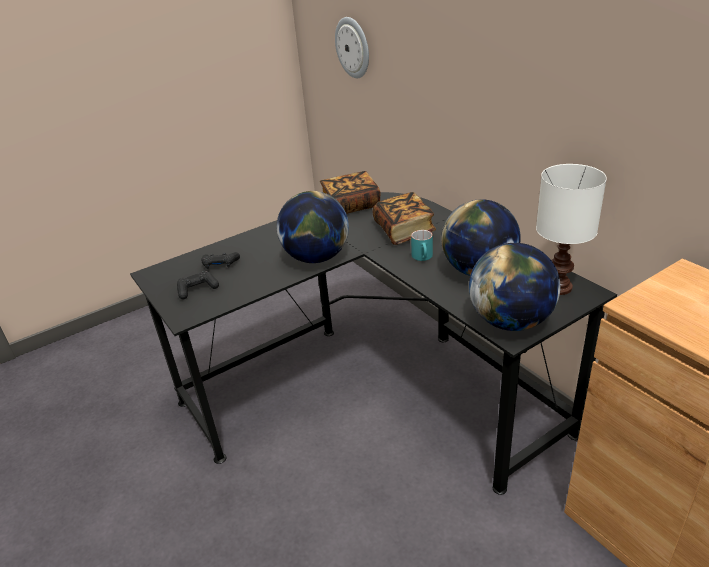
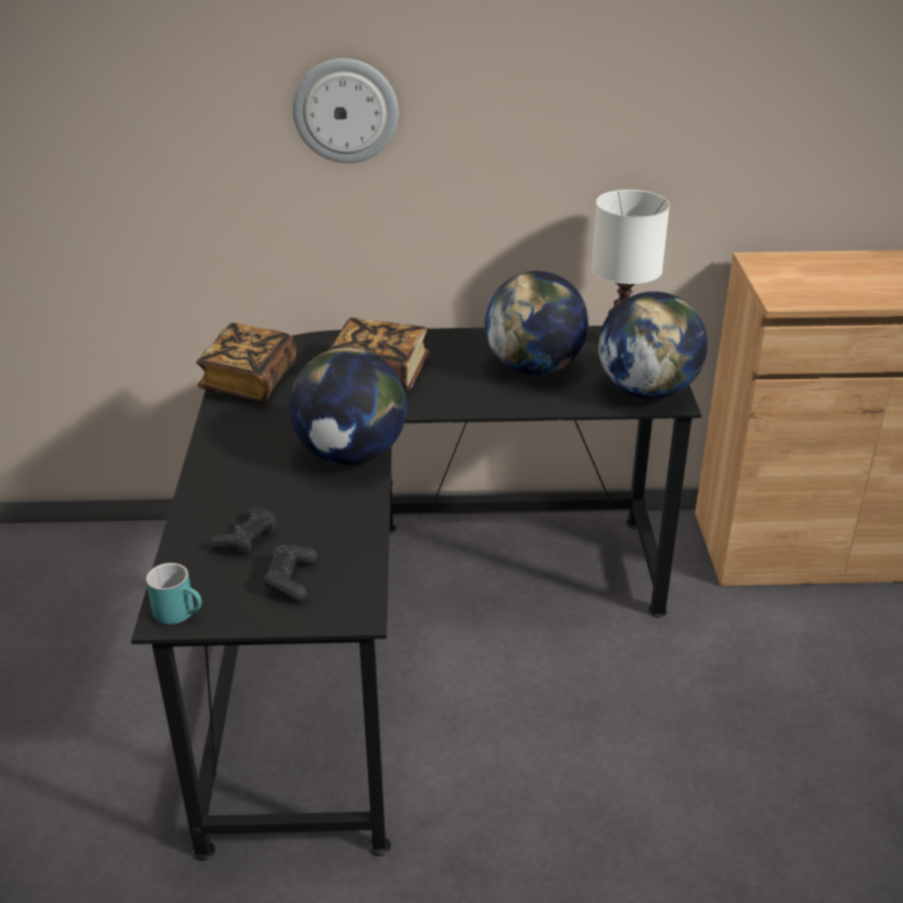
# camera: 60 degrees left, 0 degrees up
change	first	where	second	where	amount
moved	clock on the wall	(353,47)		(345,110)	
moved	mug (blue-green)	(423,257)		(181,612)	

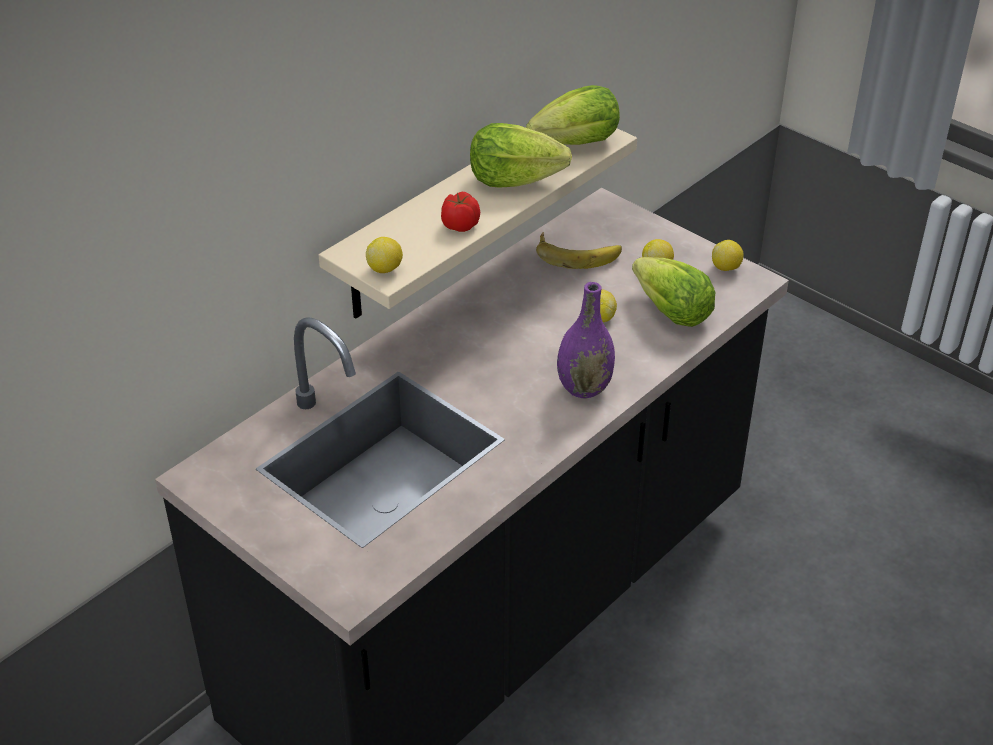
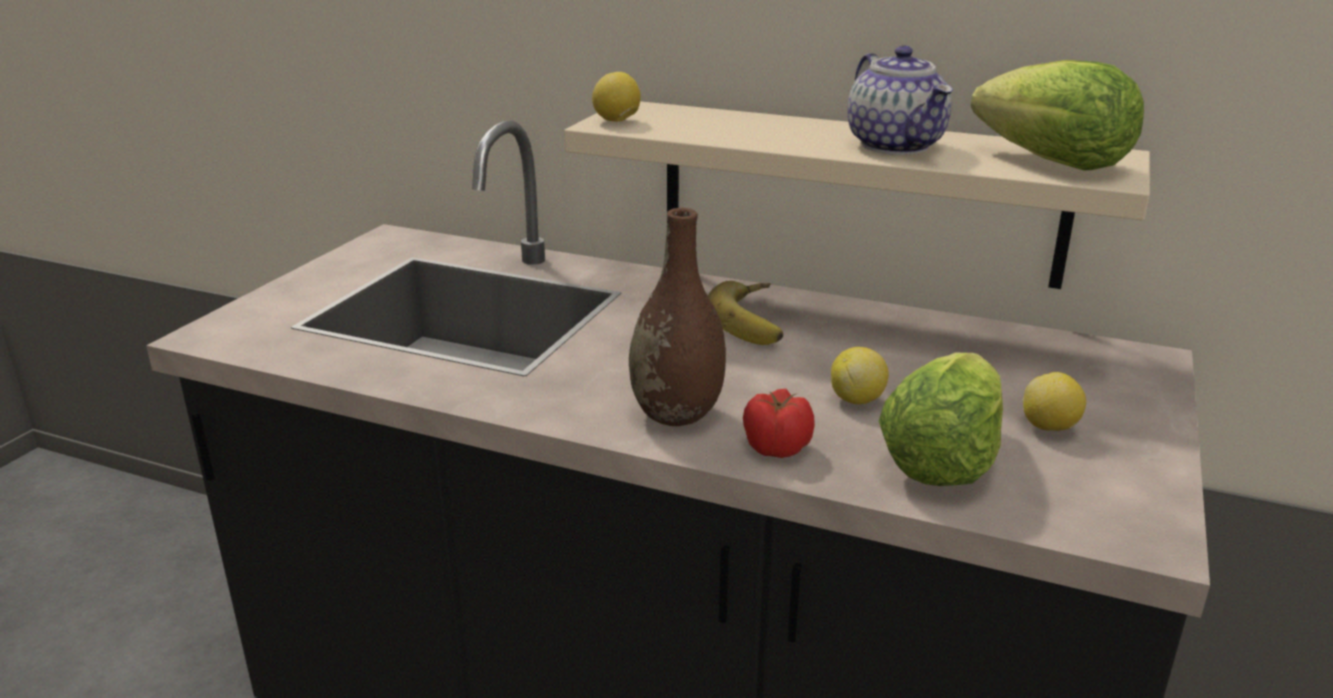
# camera: 70 degrees right, 15 degrees down
change	first	where	second	where	amount
removed	citrus fruit	(726,268)			
moved	whole tomato	(459,225)		(775,447)	
moved	banana fruit	(577,253)		(757,320)	
replaced	head of lettuce	(513,180)	pot for tea	(897,146)	
recoloured	vase (purplish)	(584,387)	vase (brown)	(677,414)	

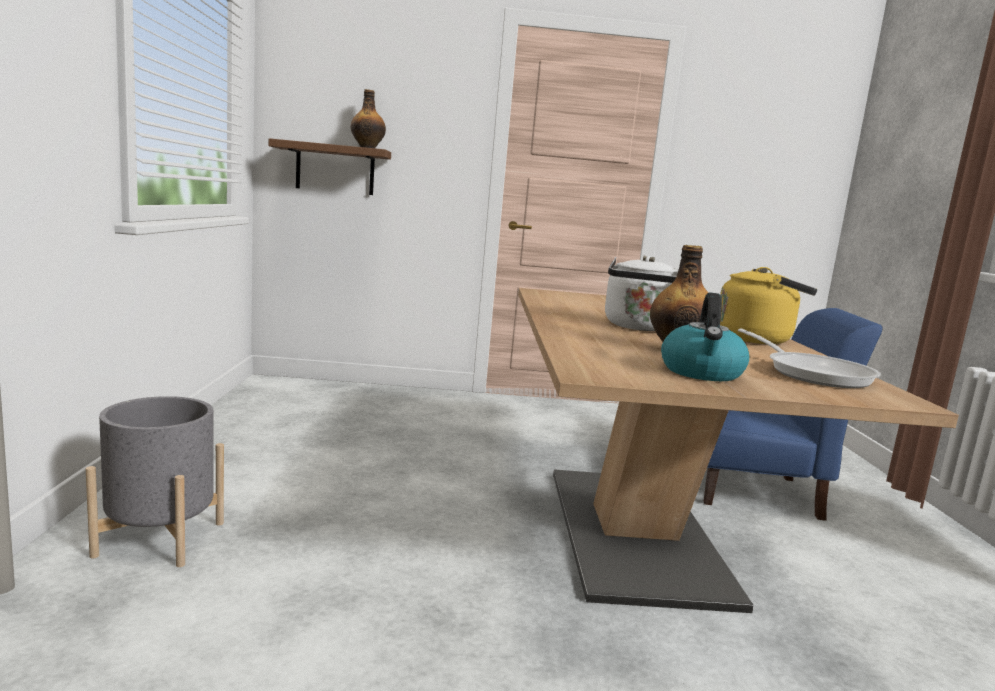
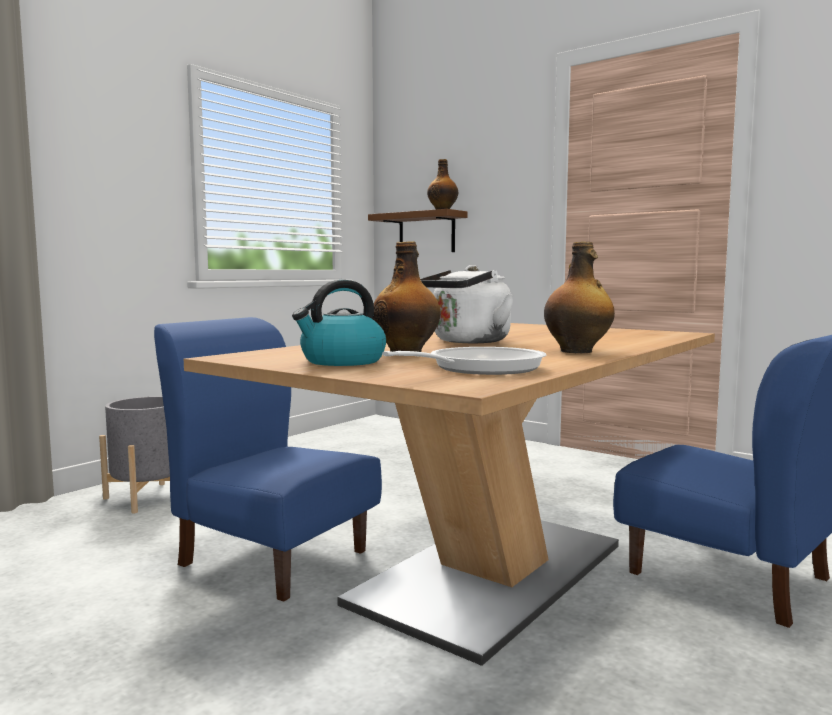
# camera: 40 degrees right, 5 degrees down
change	first	where	second	where	amount
added			plain chair (bluish)	(273,557)	
replaced	kettle (yellowish)	(757,339)	beverage bottle	(577,351)	
turned	frying pan	(812,373)		(478,368)	150 degrees counterclockwise

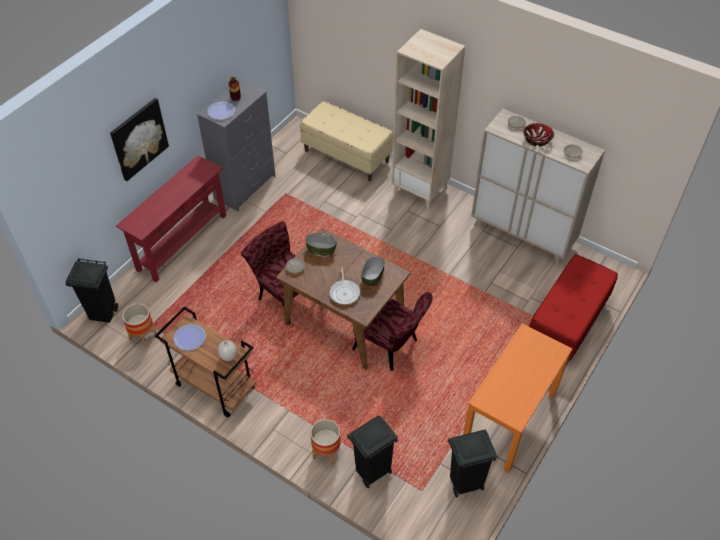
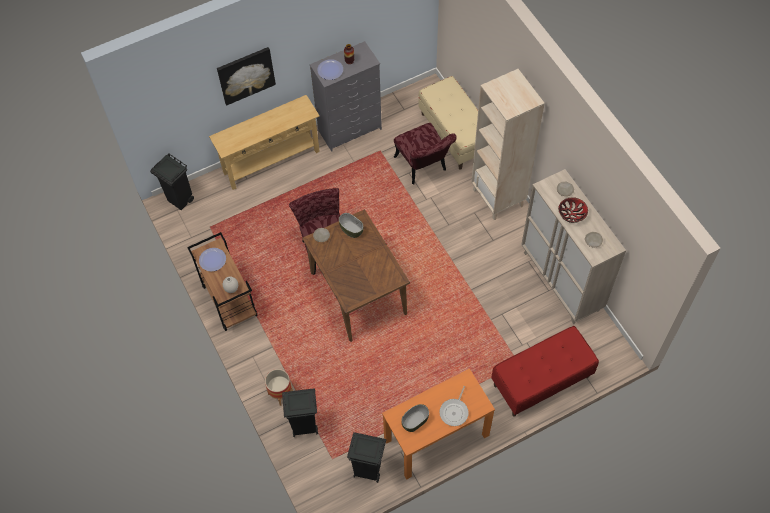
# camera: 30 degrees right, 10 degrees up
change	first	where	second	where	amount
removed	flower pot	(143,336)			
moved	frying pan	(344,292)		(454,411)	
moved	plain chair (red-coloured)	(391,347)		(423,167)	
moved	bowl	(372,277)		(415,421)	
recoloured	hall table (red-coloured)	(182,242)	hall table (beige-coloured)	(271,161)	

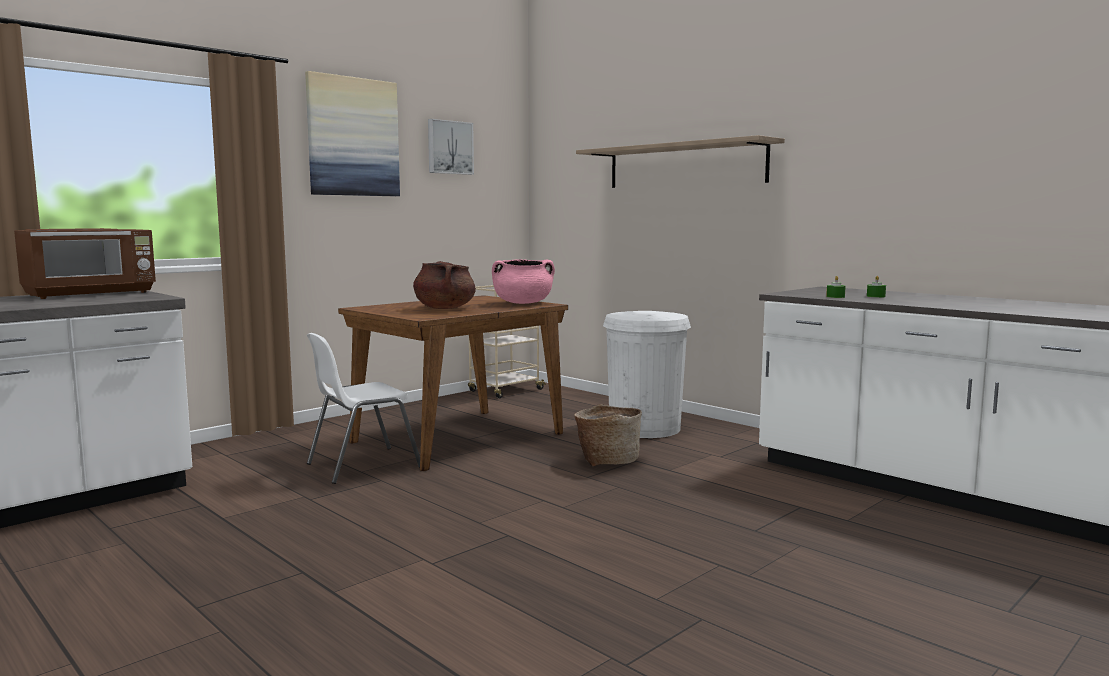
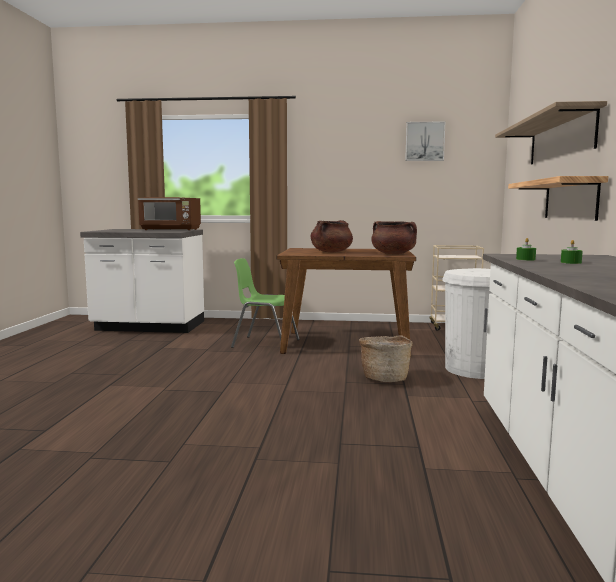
# camera: 50 degrees right, 0 degrees up
change	first	where	second	where	amount
removed	picture	(353,137)			
added			bracket shelf	(570,199)	
recoloured	plain chair (white)	(361,465)	plain chair (greenish)	(264,343)	
recoloured	saucepot (pink)	(523,303)	saucepot (brown)	(393,254)	

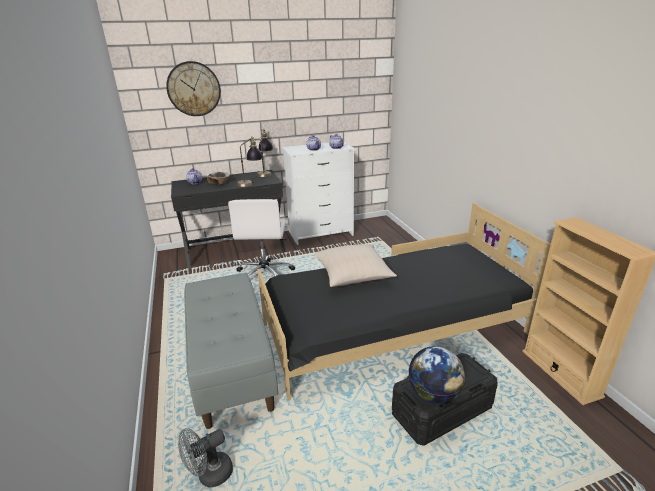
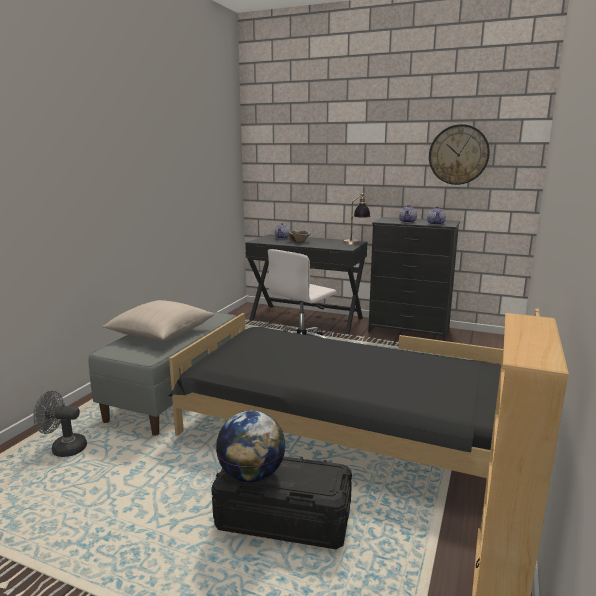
# camera: 40 degrees right, 10 degrees down
change	first	where	second	where	amount
removed	table lamp	(251,183)			
moved	clock on the wall	(194,89)		(458,155)	
moved	throw pillow (beige-coloured)	(353,275)		(161,334)	
recoloured	chest of drawers (white)	(321,233)	chest of drawers (black-coloured)	(409,330)	

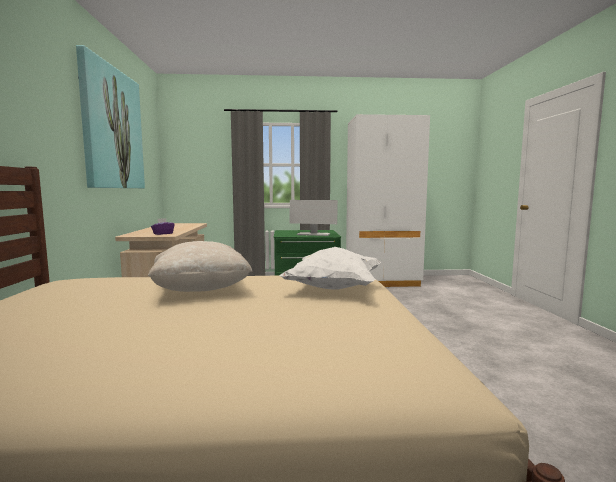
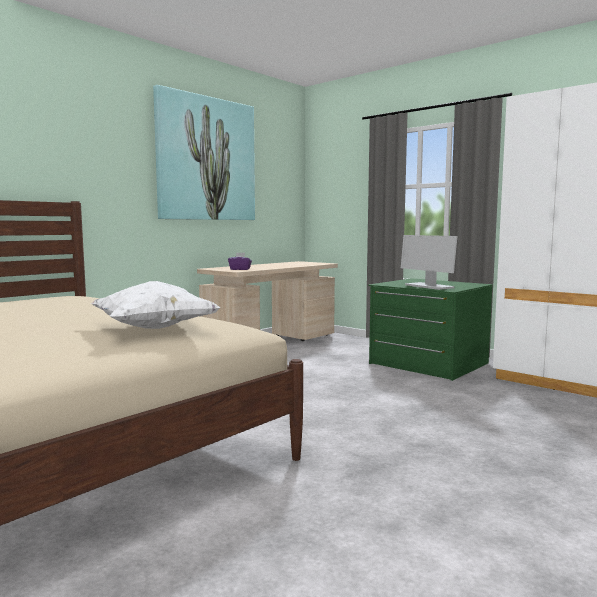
# camera: 45 degrees right, 0 degrees up
change	first	where	second	where	amount
removed	throw pillow (beige-coloured)	(200,290)			

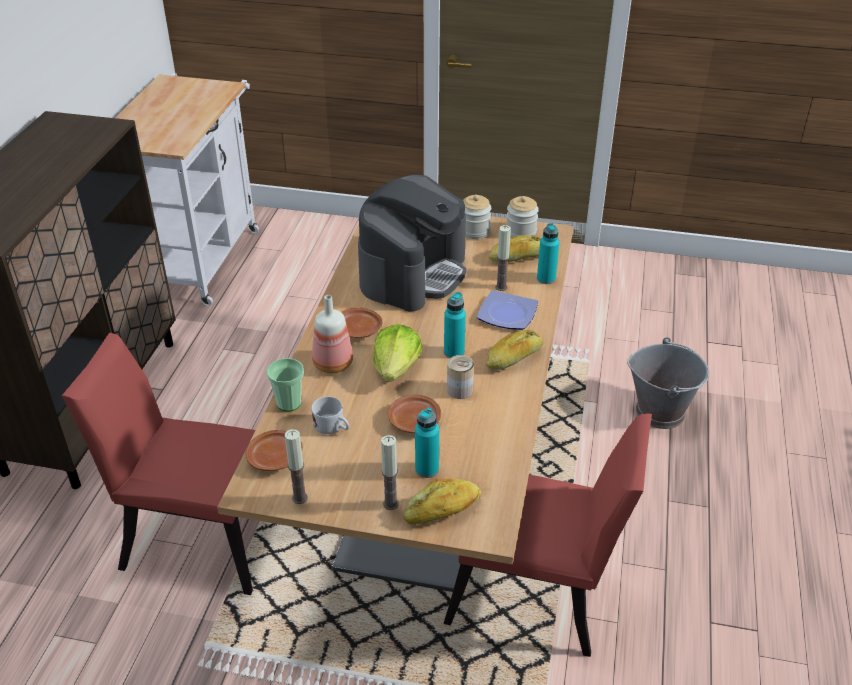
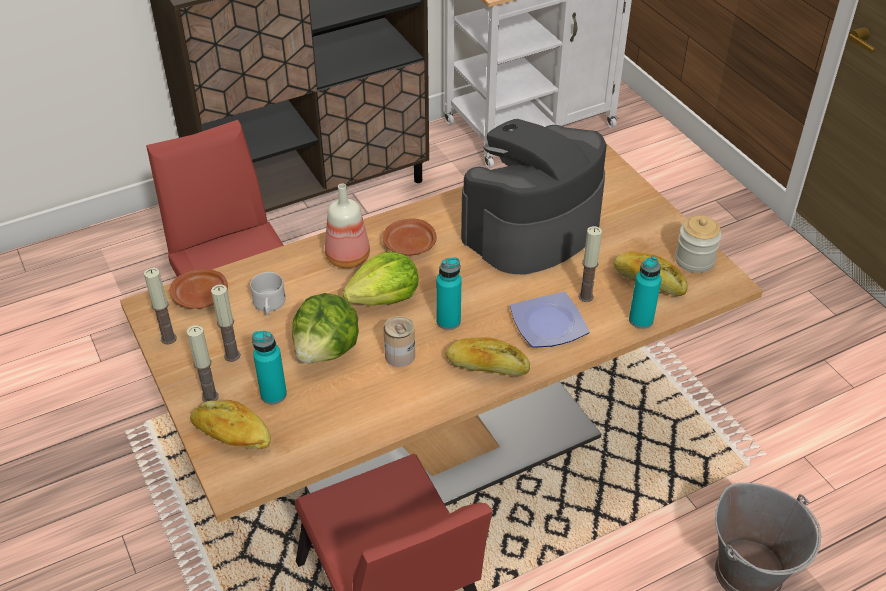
# camera: 50 degrees right, 5 degrees up
change	first	where	second	where	amount
removed	cup	(289,403)			
removed	storage jar	(474,231)			
added			wax light	(232,355)	
replaced	flat dish (brown)	(414,421)	head of lettuce	(327,350)	
turned	coffee brewer	(413,273)		(531,229)	150 degrees clockwise

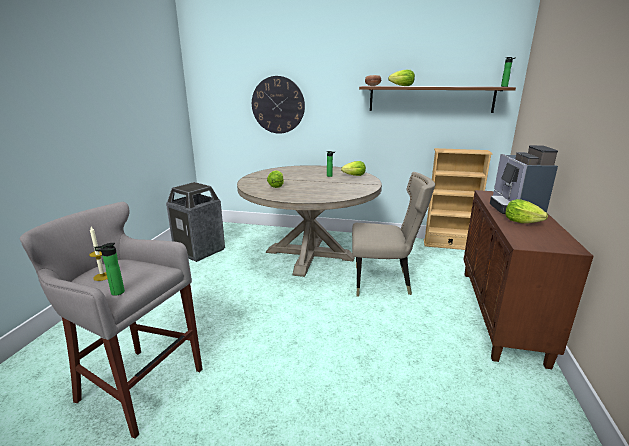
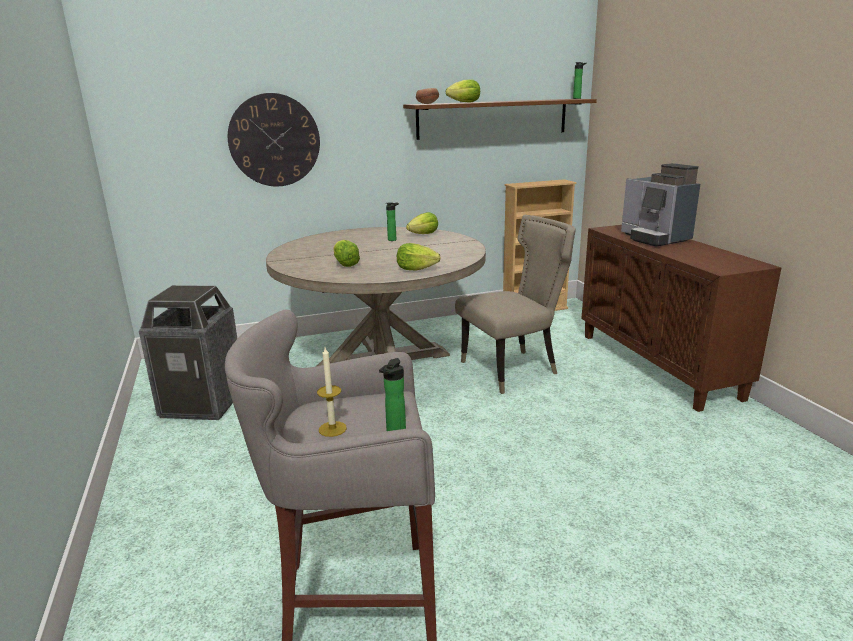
# camera: 30 degrees left, 0 degrees up
change	first	where	second	where	amount
moved	head of lettuce	(521,222)		(416,269)	

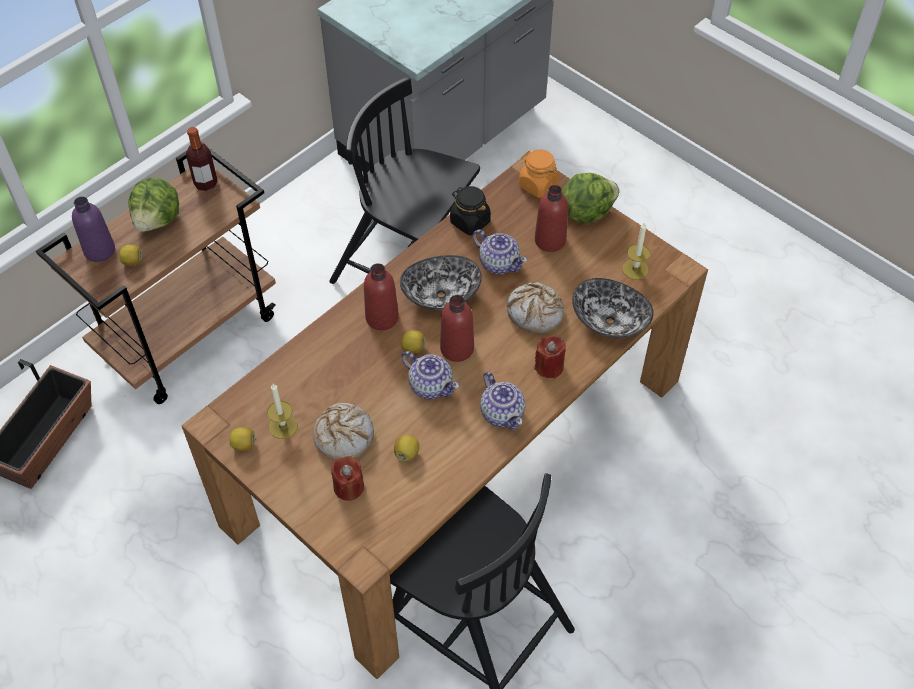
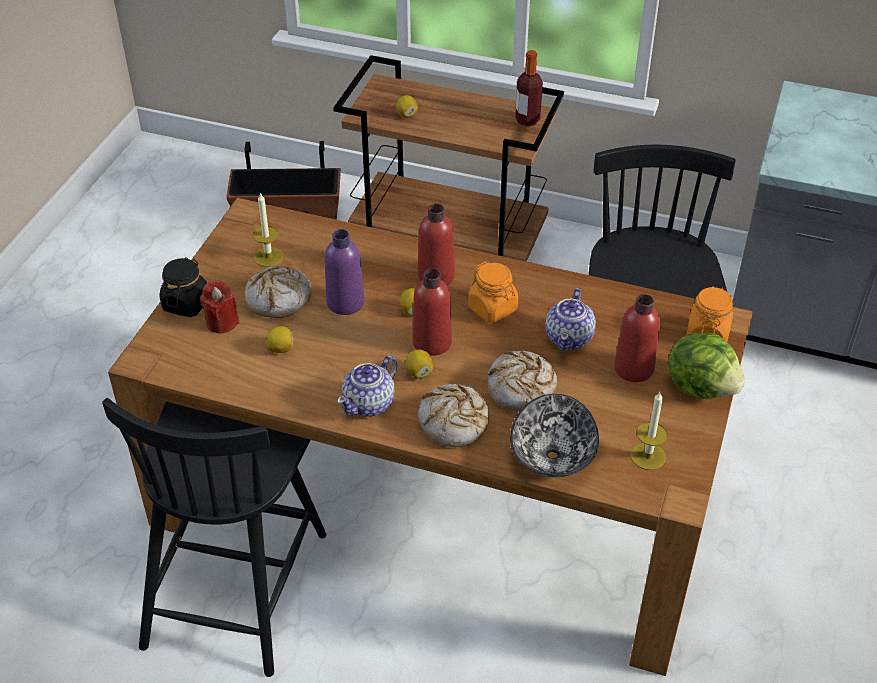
# camera: 65 degrees right, 10 degrees down
change	first	where	second	where	amount
removed	head of lettuce	(158,220)			
removed	pot for tea	(430,385)			
moved	beverage bottle (purplish)	(99,250)		(345,302)	
moved	citrus fruit	(244,445)		(419,373)	
moved	storage jar (black-coloured)	(470,222)		(186,303)	
replaced	bowl	(441,296)	storage jar (orangey)	(493,308)	
replaced	wax light (red-coloured)	(549,366)	bakery bread	(454,422)	

